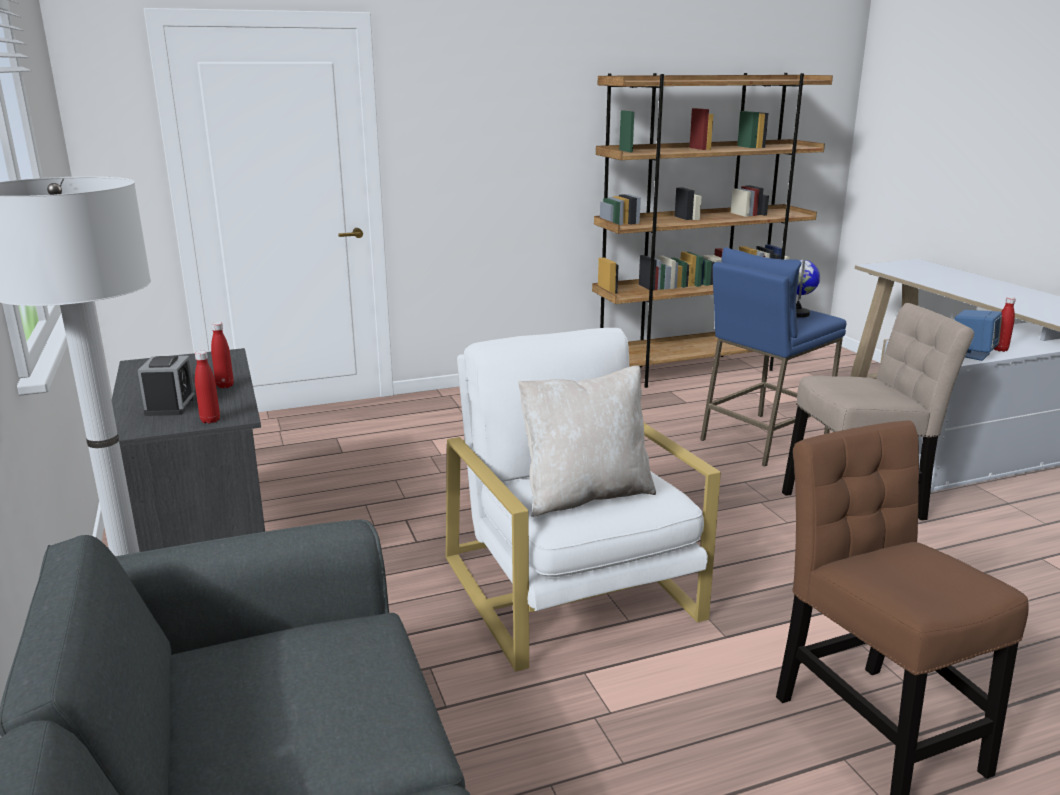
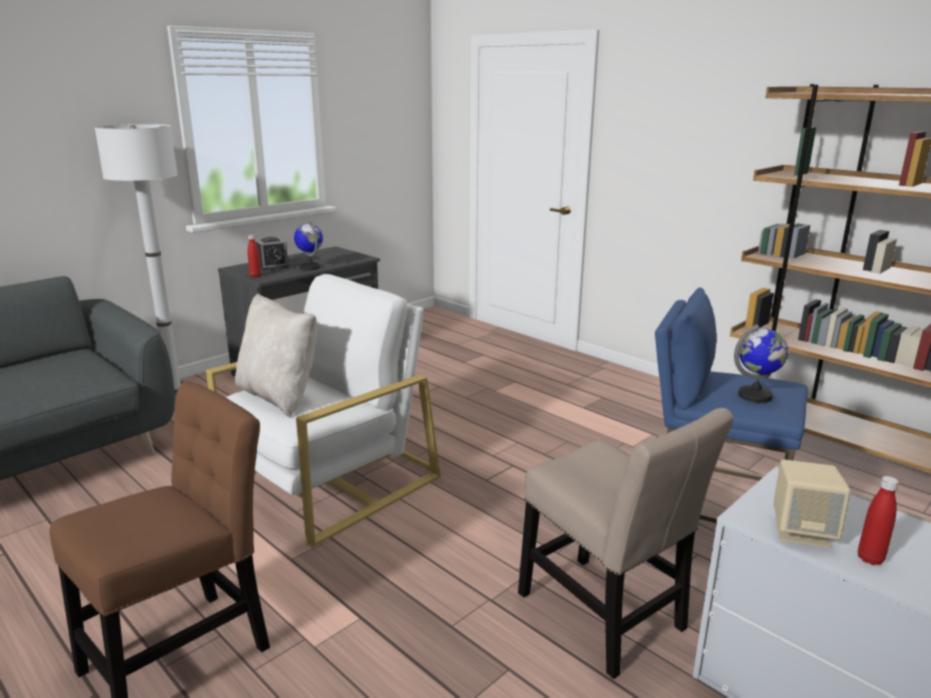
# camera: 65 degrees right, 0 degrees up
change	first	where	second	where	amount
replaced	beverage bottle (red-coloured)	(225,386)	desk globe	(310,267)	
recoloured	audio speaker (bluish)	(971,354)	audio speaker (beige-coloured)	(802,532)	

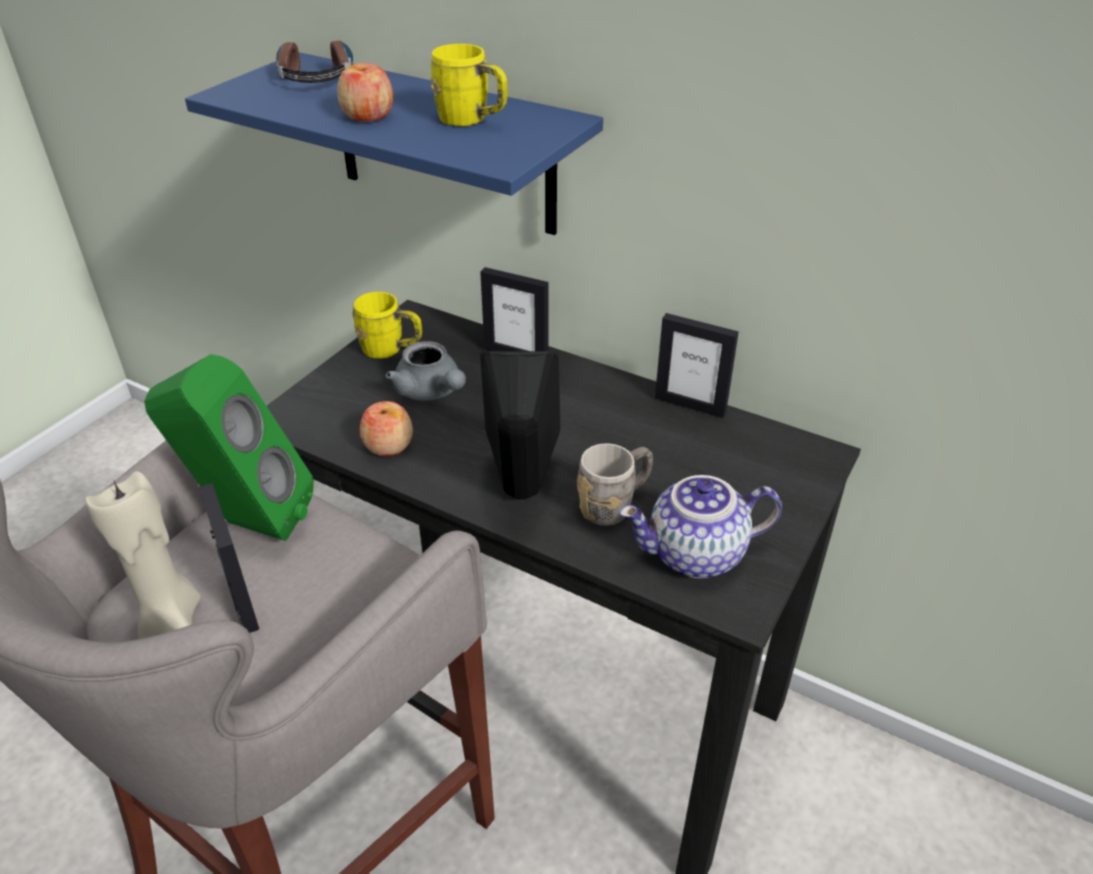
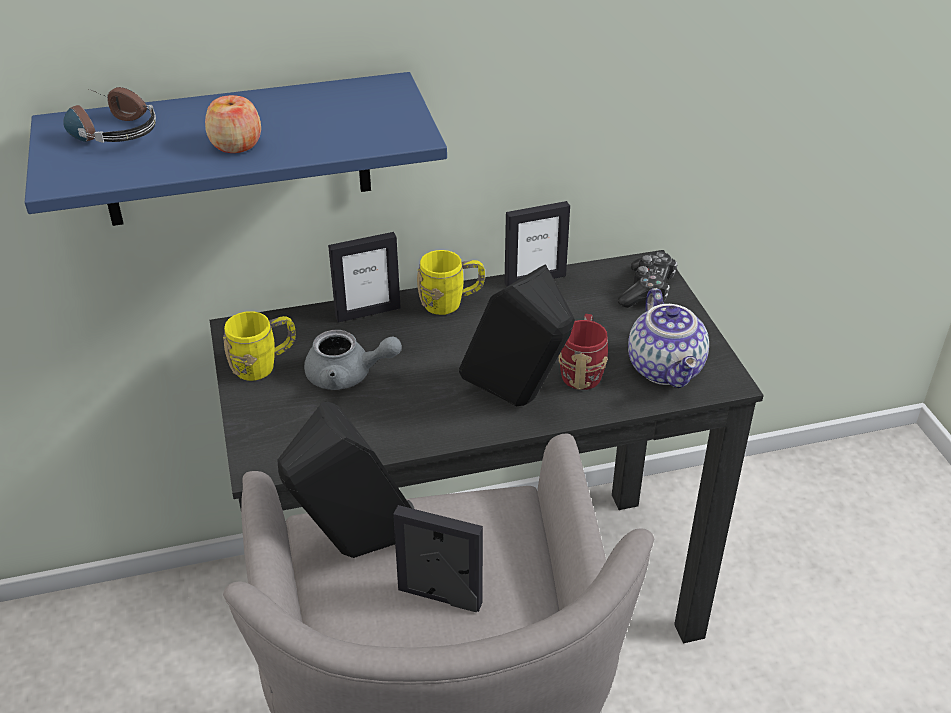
# camera: 45 degrees left, 0 degrees up
change	first	where	second	where	amount
removed	wax light (beige-coloured)	(173,619)			
removed	apple fruit	(388,445)			
added			gamepad	(647,290)	
moved	mug (yellowish)	(471,121)		(451,303)	
recoloured	audio speaker (greenish)	(248,521)	audio speaker (black-coloured)	(355,550)	
recoloured	mug (gray)	(614,505)	mug (red-coloured)	(582,370)	
turned	pot for tea	(695,556)		(667,369)	45 degrees counterclockwise

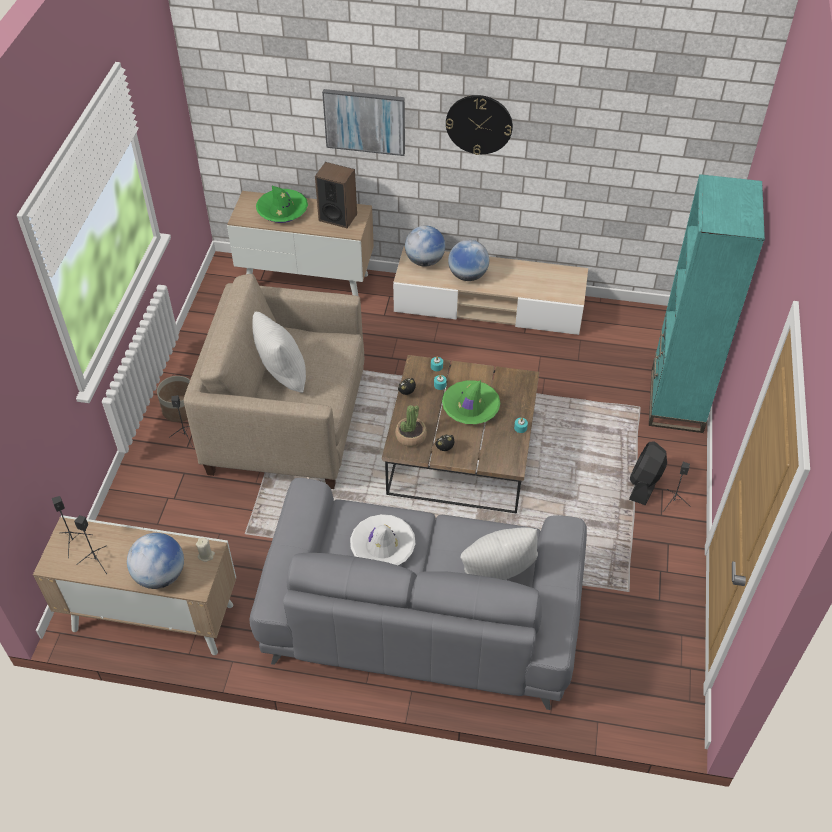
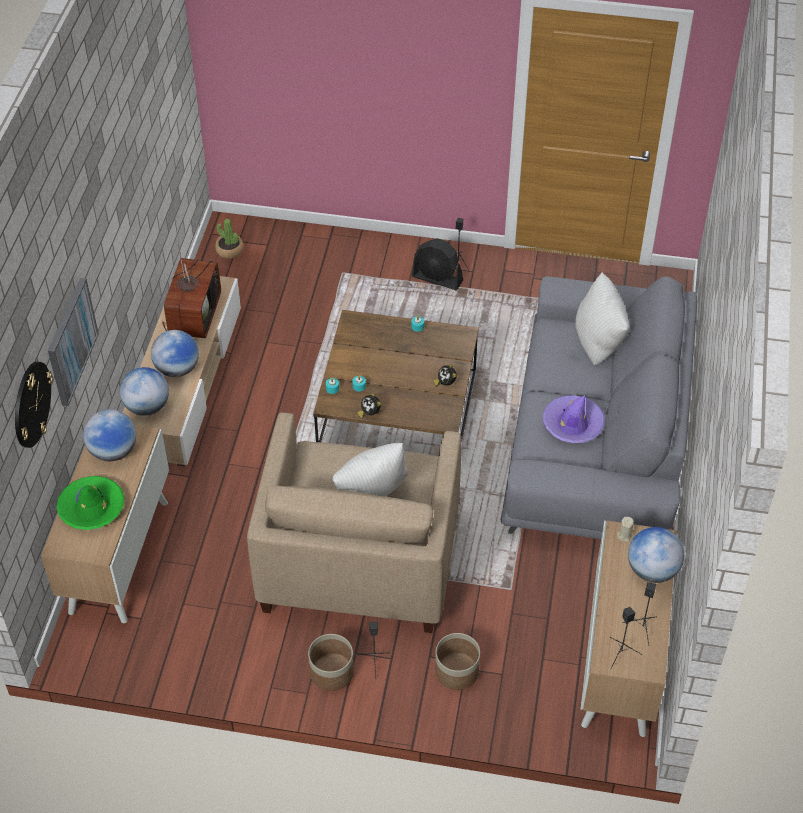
# camera: 90 degrees left, 0 degrees up
change	first	where	second	where	amount
removed	hat (greenish)	(470,407)			
removed	bookshelf (blue-green)	(676,400)			
added			television	(193,314)	
added			flower pot	(457,672)	
moved	potted plant	(410,436)		(229,250)	
moved	clock on the wall	(479,124)		(31,404)	
replaced	audio speaker	(338,217)	desk globe	(113,451)	
recoloured	hat (white)	(382,546)	hat (purplish)	(573,424)	

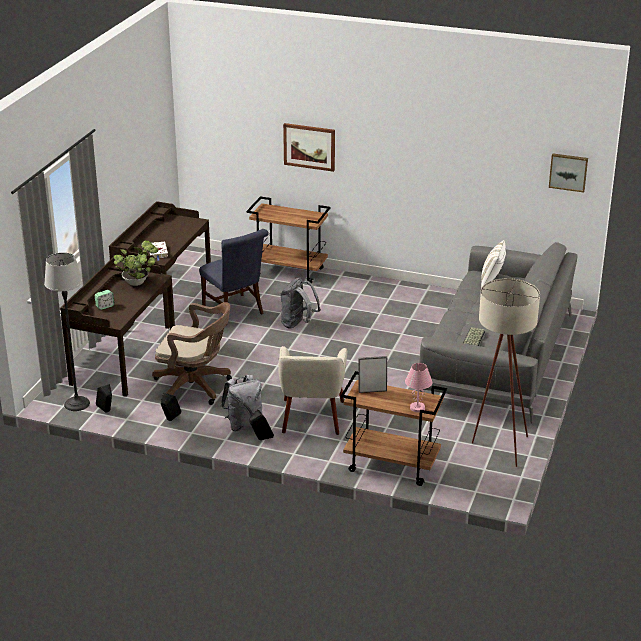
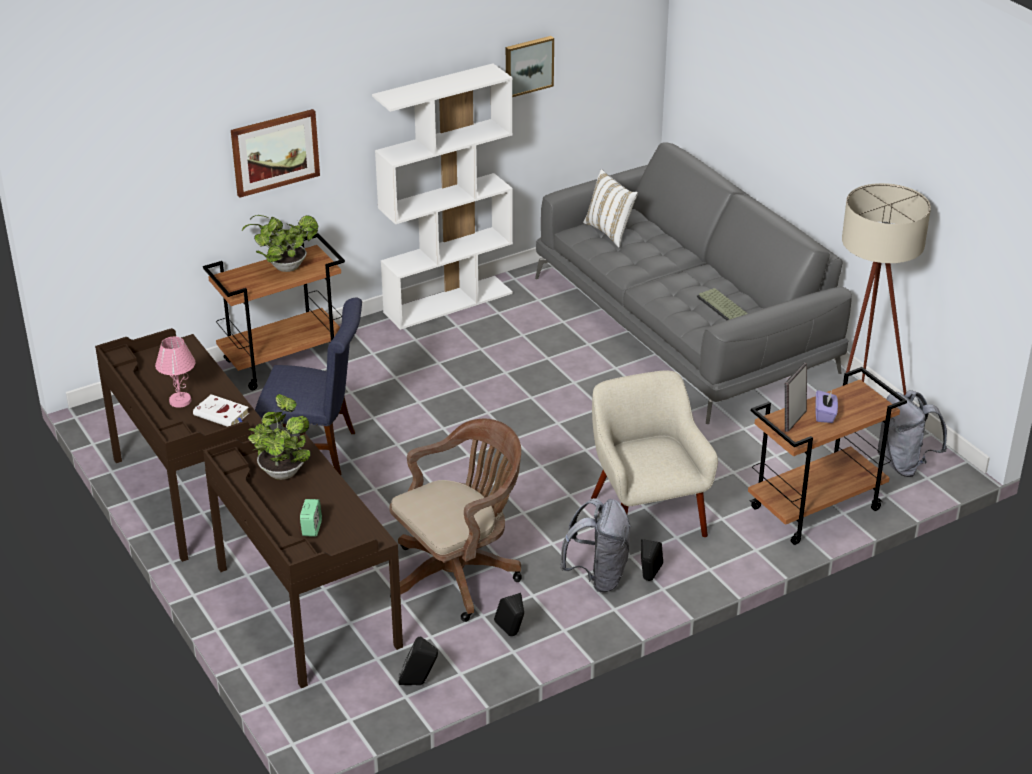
# camera: 50 degrees left, 5 degrees up
change	first	where	second	where	amount
removed	standing lamp	(77,403)			
added			potted plant	(284,267)	
added			bookshelf (white)	(448,302)	
added			tissue box (purplish)	(825,415)	
moved	knapsack (gray)	(298,324)		(904,464)	
moved	table lamp (pink)	(417,408)		(180,401)	
moved	picture	(568,172)		(528,65)	
turned	lounge chair (beige-coloured)	(312,417)		(646,515)	150 degrees counterclockwise

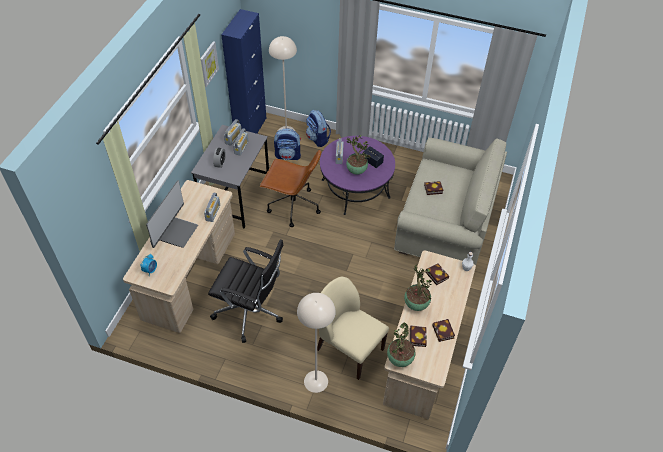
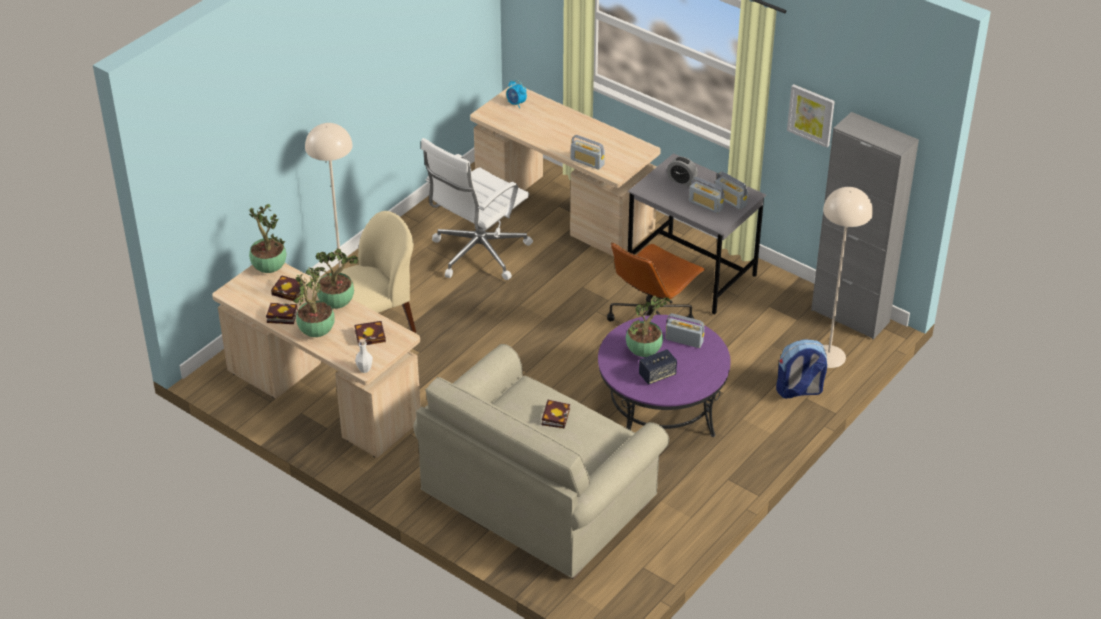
# camera: 110 degrees right, 10 degrees down
change	first	where	second	where	amount
removed	computer display	(176,232)			
removed	knapsack	(288,155)			
added			potted plant	(316,333)	
recoloured	desk chair (black-coloured)	(250,311)	desk chair (white)	(477,254)	
recoloured	storage cabinet (bluish)	(250,129)	storage cabinet (gray)	(850,316)	

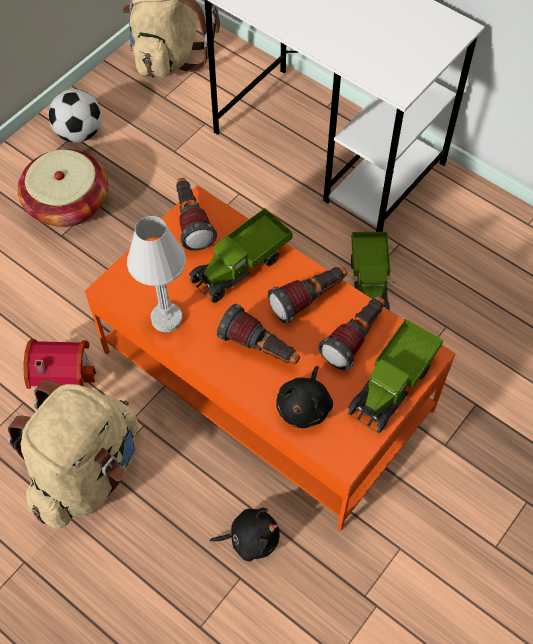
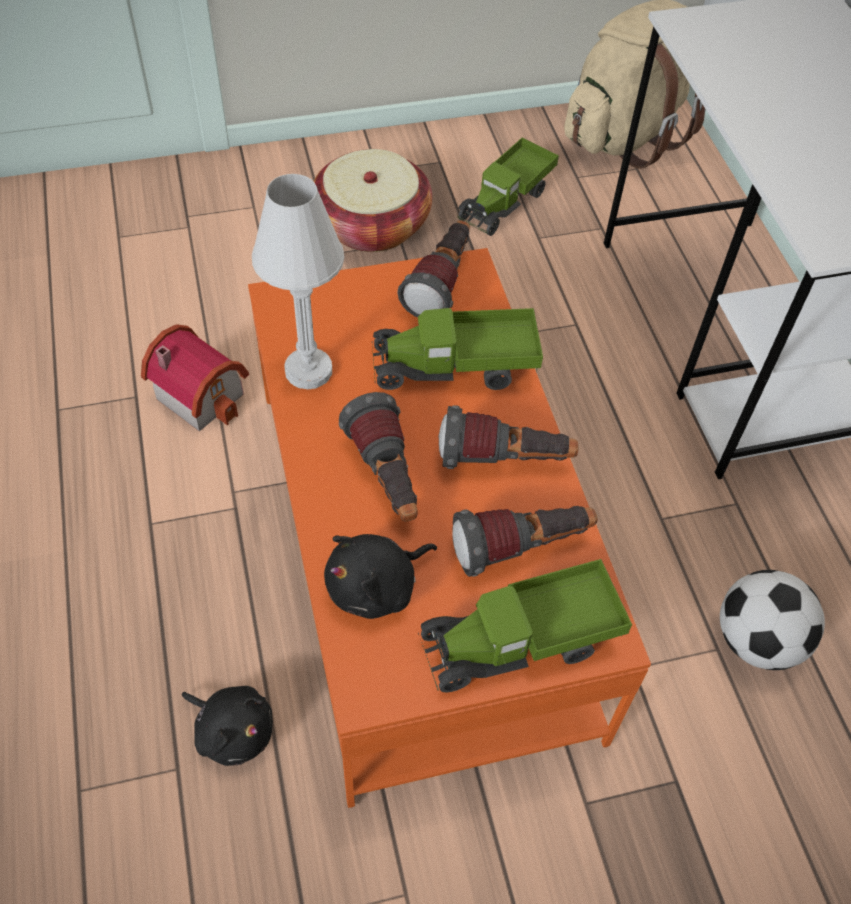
# camera: 35 degrees right, 5 degrees down
change	first	where	second	where	amount
removed	knapsack (beige-coloured)	(86,472)			
moved	football ball	(79,133)		(757,641)	
moved	toy truck	(370,283)		(506,201)	

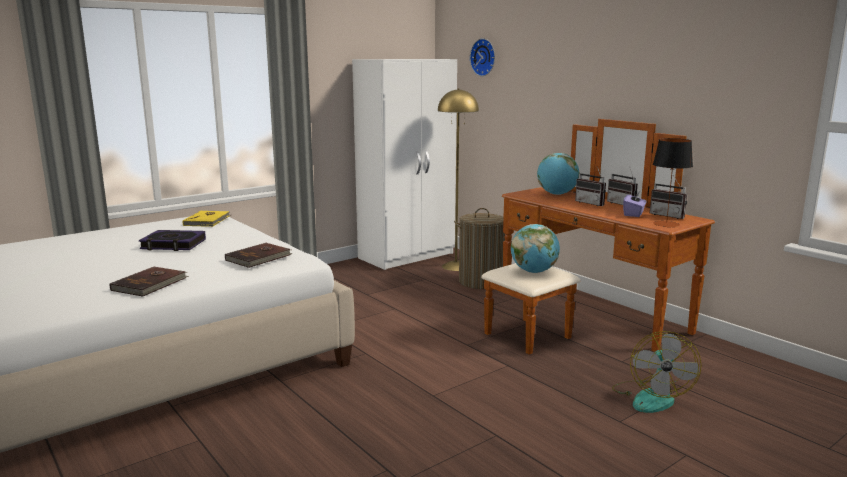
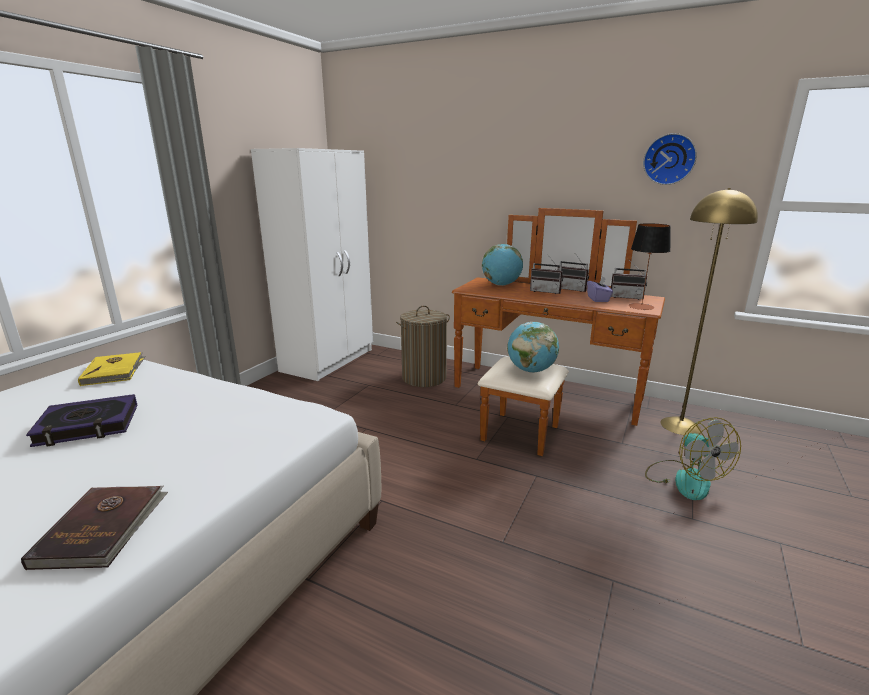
# camera: 25 degrees left, 5 degrees up
change	first	where	second	where	amount
removed	volume (brown)	(259,258)			
moved	standing lamp (yellowish)	(455,266)		(680,426)	
moved	clock on the wall	(484,57)		(669,159)	

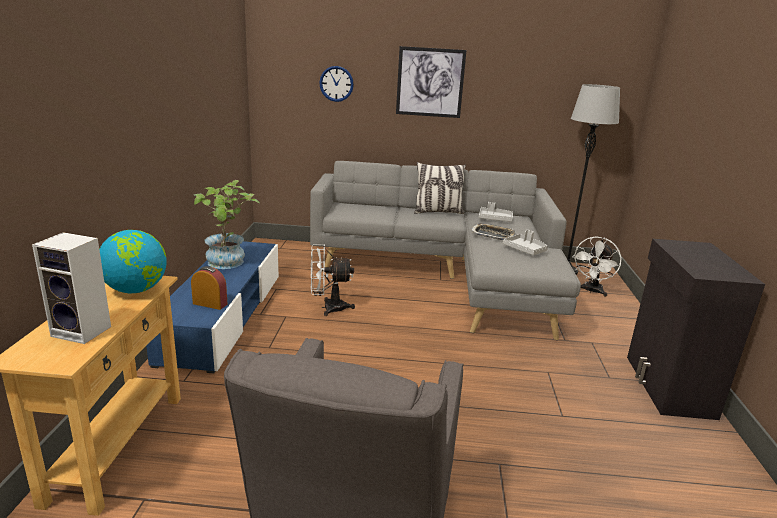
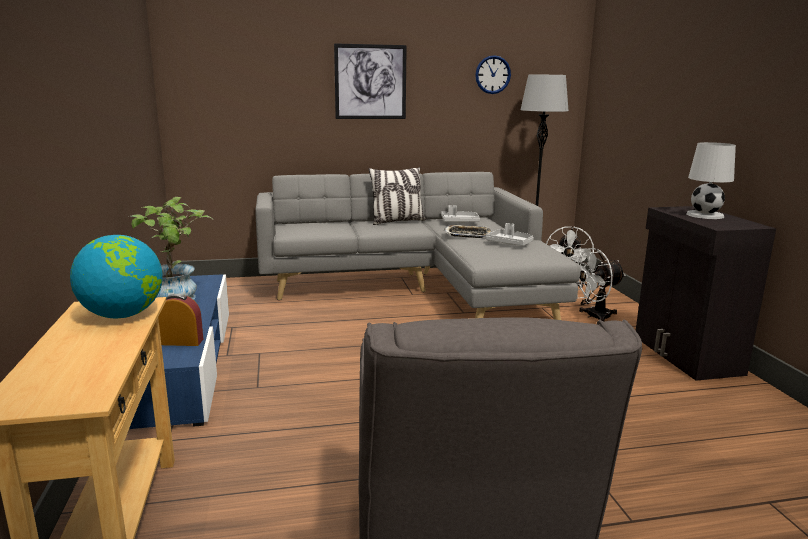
# camera: 15 degrees left, 5 degrees down
change	first	where	second	where	amount
removed	audio speaker	(84,331)			
added			table lamp (white)	(704,215)	
moved	cooling fan (white)	(328,308)		(593,316)	
moved	clock on the wall	(336,83)		(492,74)	

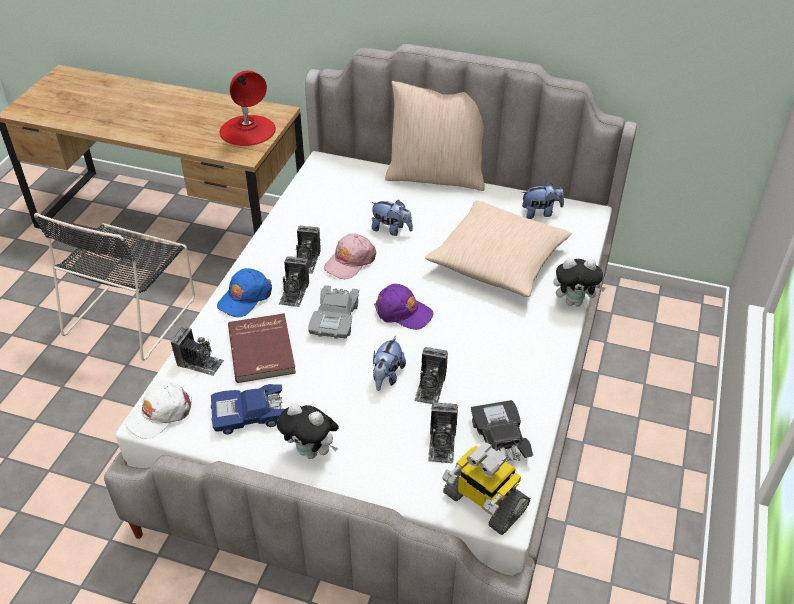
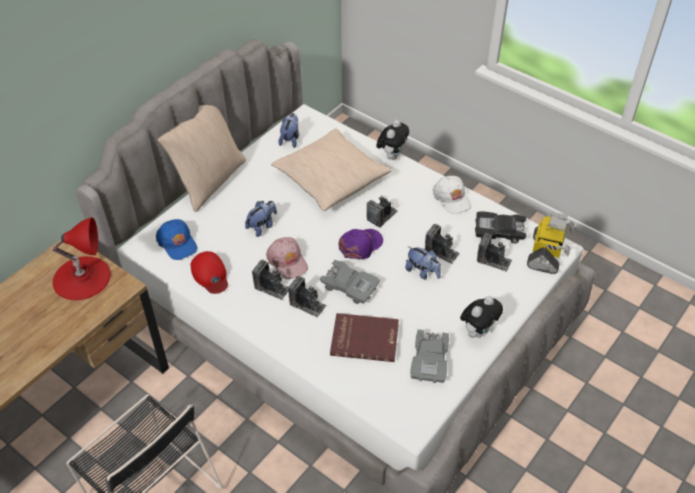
# camera: 70 degrees left, 5 degrees up
change	first	where	second	where	amount
added			baseball cap (red-coloured)	(210,275)	
moved	baseball cap (white)	(160,414)		(452,198)	
moved	photo camera	(200,363)		(382,216)	
moved	baseball cap (bluish)	(245,297)		(177,243)	
recoloured	miniature car (bluish)	(248,414)	miniature car (gray)	(429,361)	
turned	model robot	(483,502)		(546,255)	45 degrees counterclockwise

